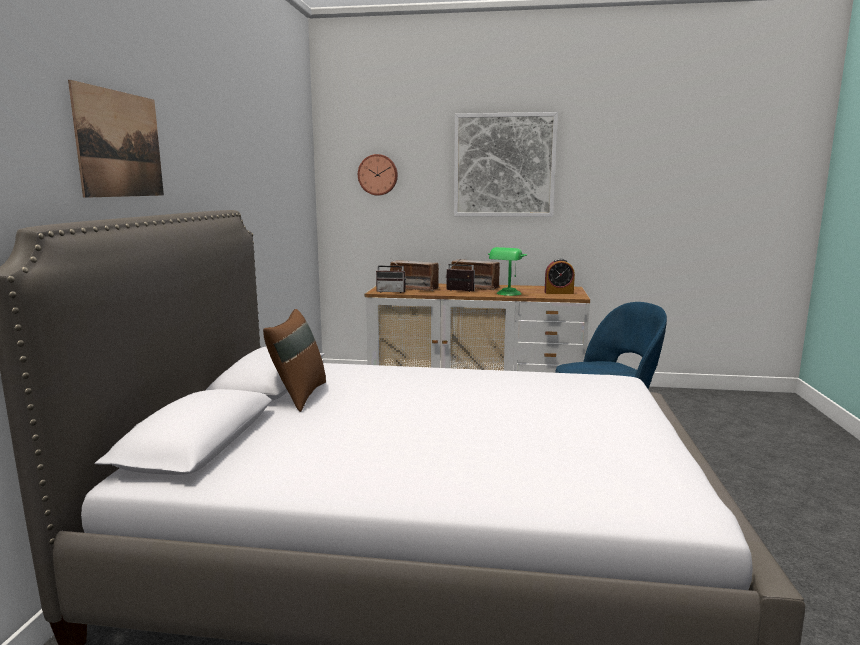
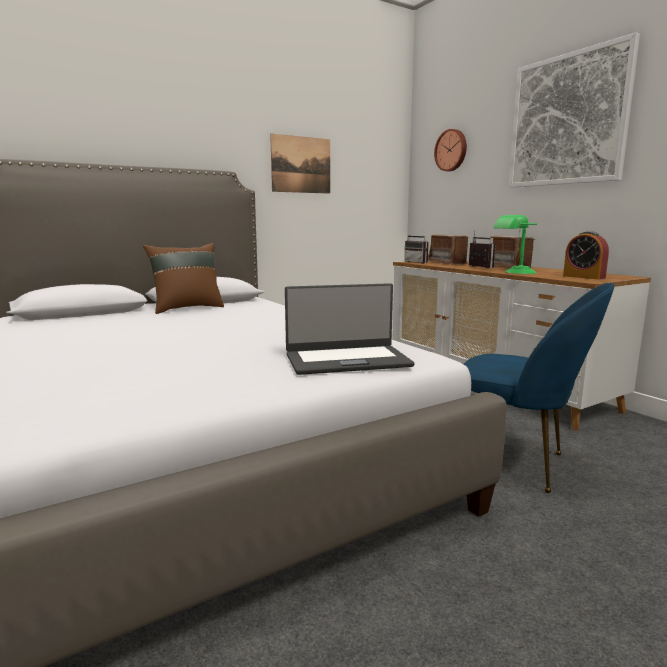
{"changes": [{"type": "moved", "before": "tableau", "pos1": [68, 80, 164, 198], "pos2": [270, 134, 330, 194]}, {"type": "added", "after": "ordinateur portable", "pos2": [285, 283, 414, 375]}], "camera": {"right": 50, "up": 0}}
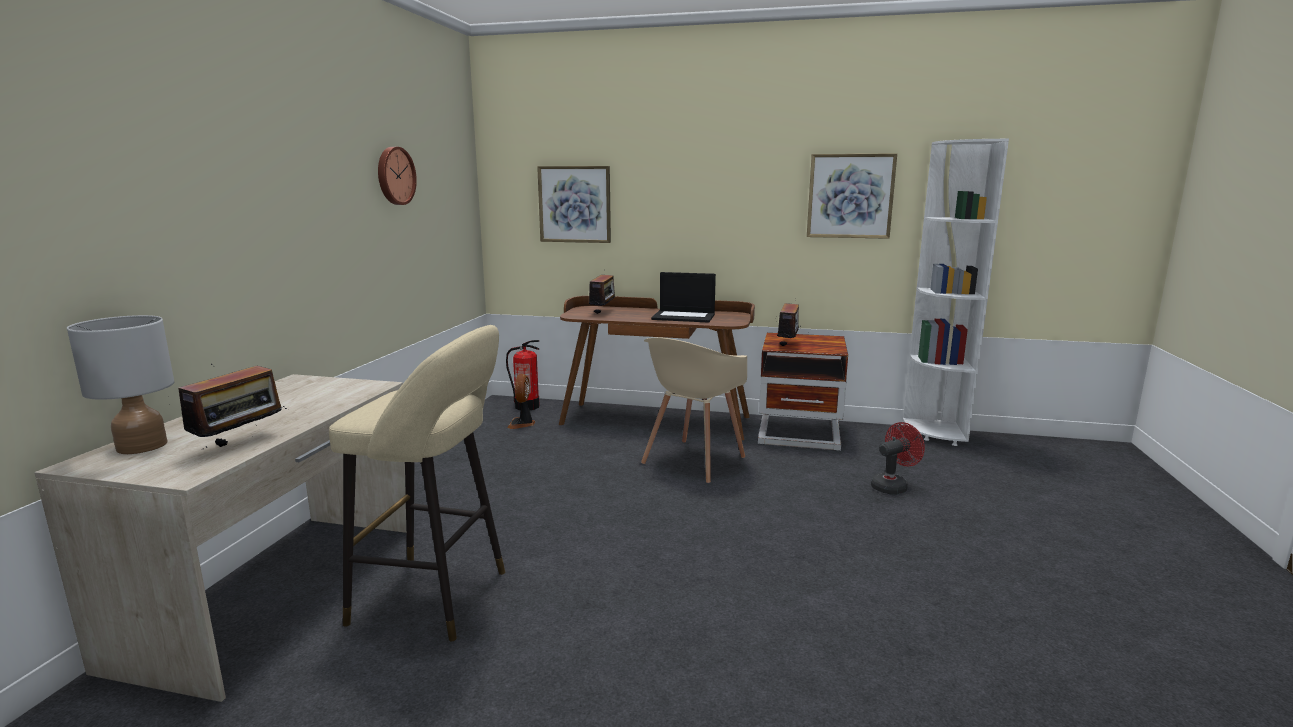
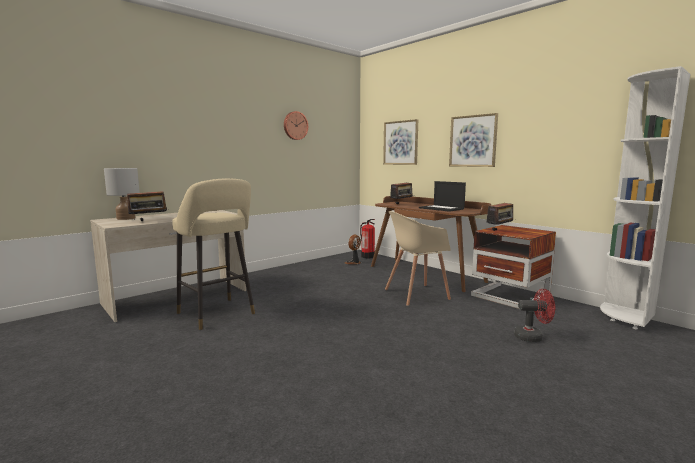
{"changes": [{"type": "moved", "before": "tableau", "pos1": [807, 153, 897, 239], "pos2": [449, 113, 498, 167]}], "camera": {"right": 35, "up": -5}}
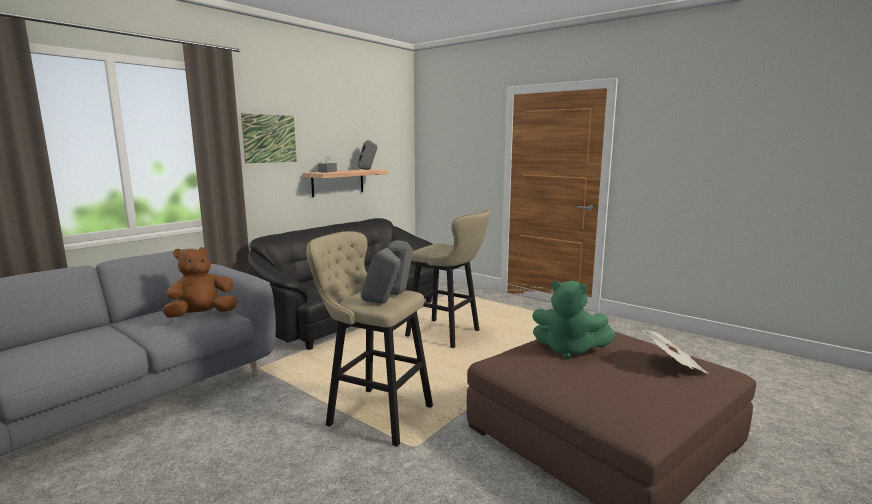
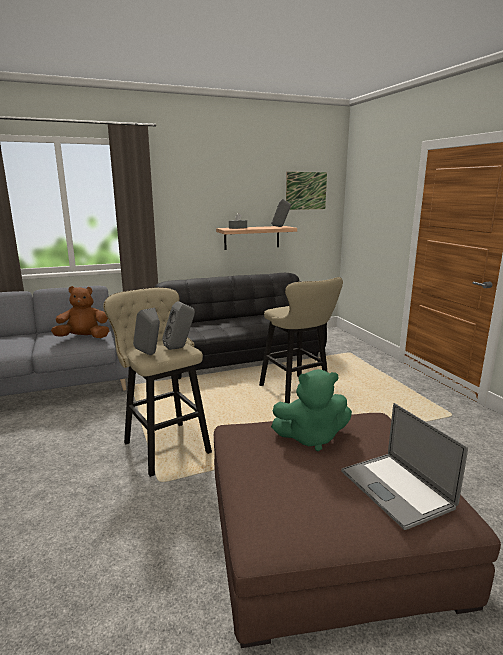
{"changes": [{"type": "moved", "before": "tableau", "pos1": [241, 113, 297, 163], "pos2": [286, 172, 327, 210]}, {"type": "turned", "before": "peluche (vert)", "pos1": [532, 281, 616, 359], "pos2": [271, 369, 352, 451], "turn": -60}, {"type": "replaced", "before": "journal", "after": "ordinateur portable", "pos1": [642, 330, 709, 374], "pos2": [341, 403, 468, 530]}], "camera": {"right": 30, "up": 5}}
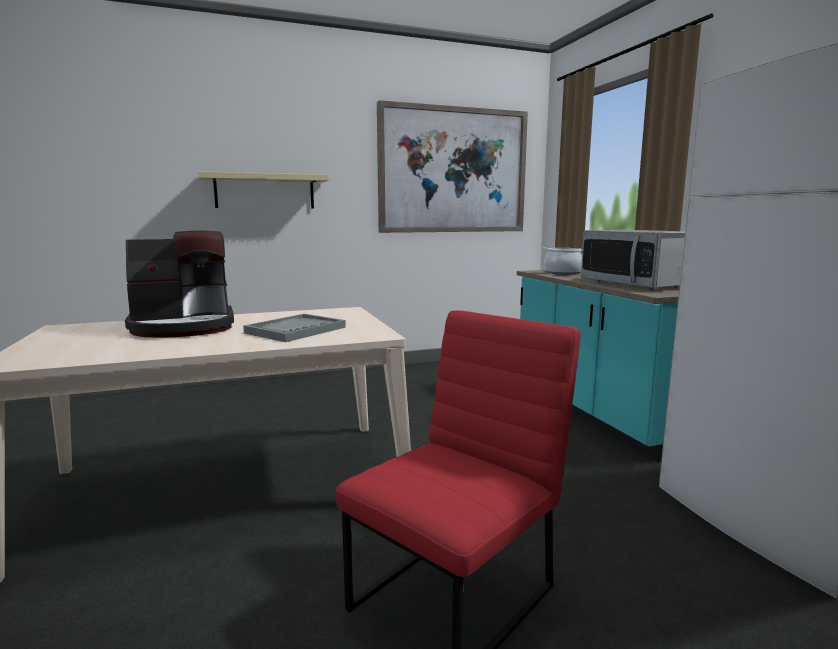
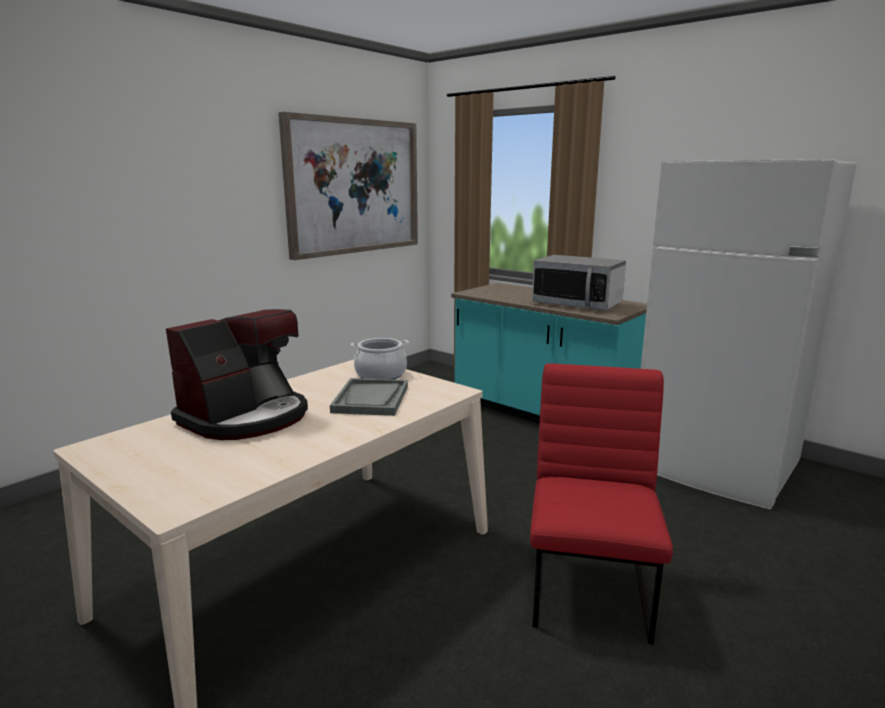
{"changes": [{"type": "removed", "before": "étagère (beige)", "pos1": [198, 171, 329, 208]}, {"type": "moved", "before": "marmite", "pos1": [543, 247, 583, 275], "pos2": [351, 338, 409, 380]}], "camera": {"right": -30, "up": 5}}
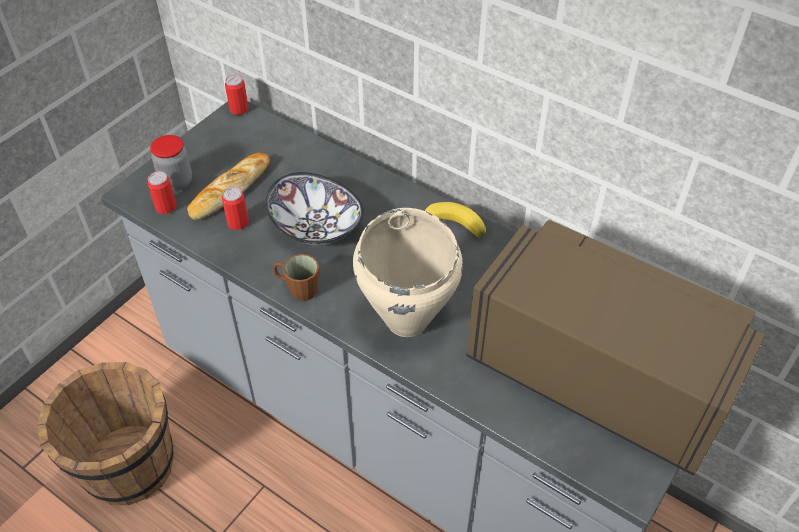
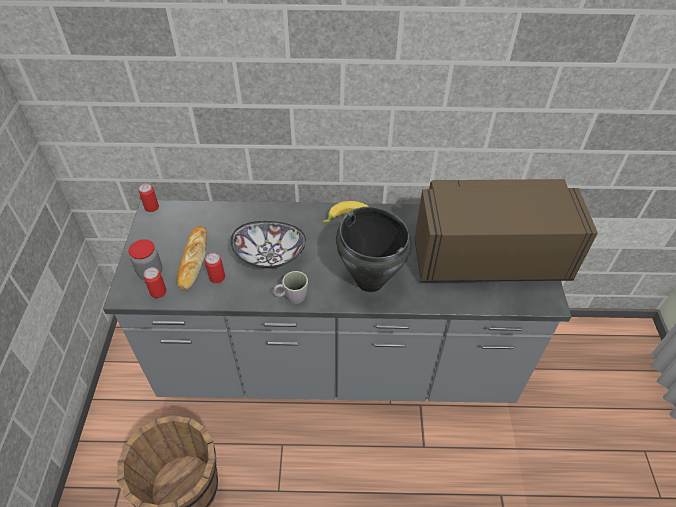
{"changes": [{"type": "recoloured", "before": "marmite (beige)", "after": "marmite (noir)", "pos1": [353, 208, 463, 337], "pos2": [336, 207, 412, 292]}, {"type": "recoloured", "before": "mug (marron)", "after": "mug (gris)", "pos1": [273, 254, 319, 301], "pos2": [274, 271, 308, 304]}], "camera": {"right": -35, "up": 0}}
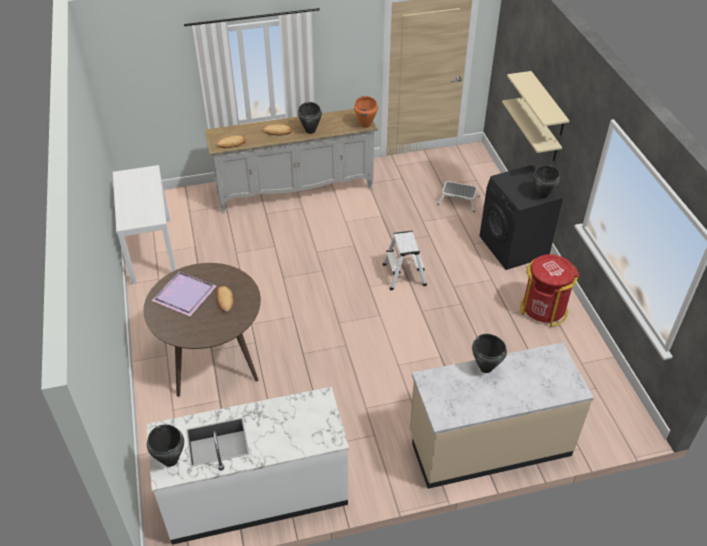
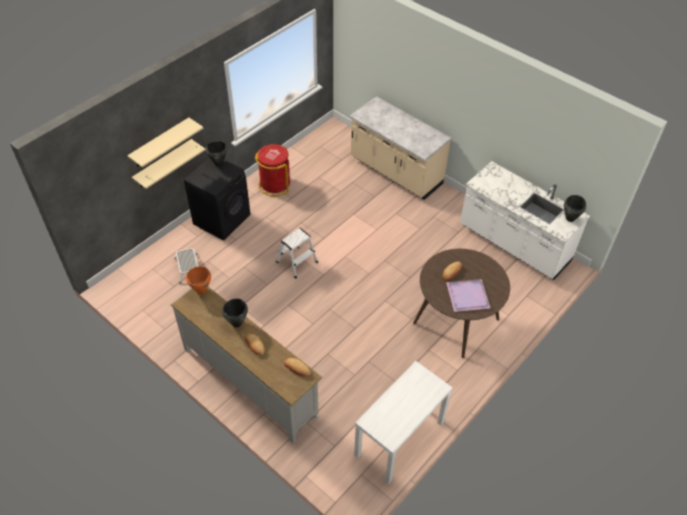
{"changes": [{"type": "removed", "before": "marmite (noir)", "pos1": [472, 334, 507, 373]}], "camera": {"right": -125, "up": 5}}
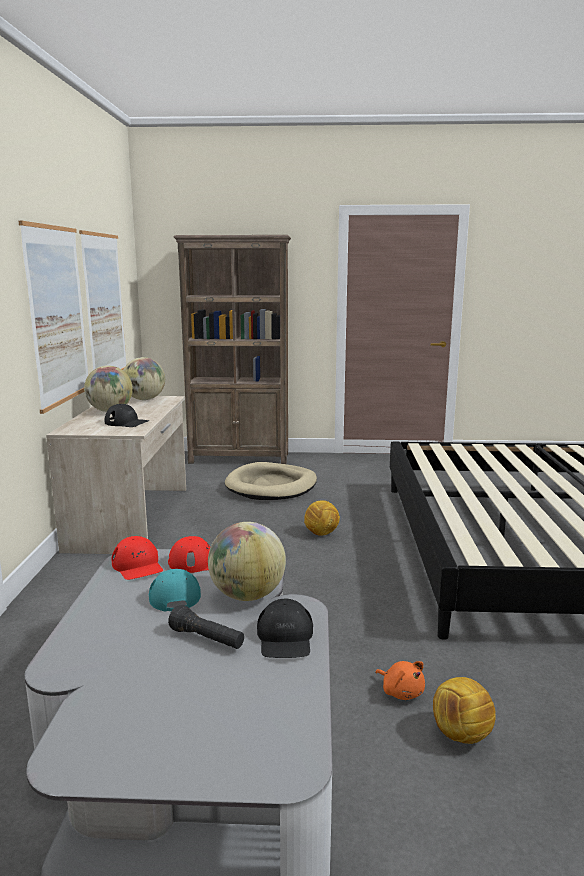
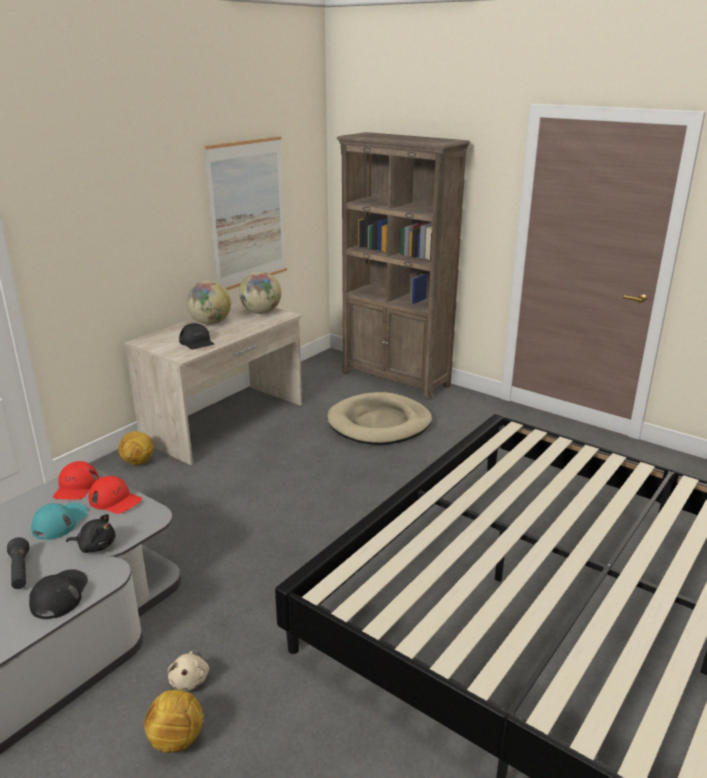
{"changes": [{"type": "removed", "before": "tableau", "pos1": [18, 221, 88, 414]}, {"type": "moved", "before": "ballon de foot", "pos1": [304, 500, 340, 536], "pos2": [119, 431, 154, 465]}, {"type": "replaced", "before": "globe", "after": "peluche (noir)", "pos1": [208, 522, 286, 601], "pos2": [66, 514, 115, 553]}, {"type": "turned", "before": "casquette (noir)", "pos1": [257, 599, 313, 658], "pos2": [29, 569, 88, 619], "turn": 150}, {"type": "recoloured", "before": "peluche (orange)", "after": "peluche (beige)", "pos1": [375, 661, 425, 700], "pos2": [168, 651, 209, 690]}], "camera": {"right": 35, "up": 10}}
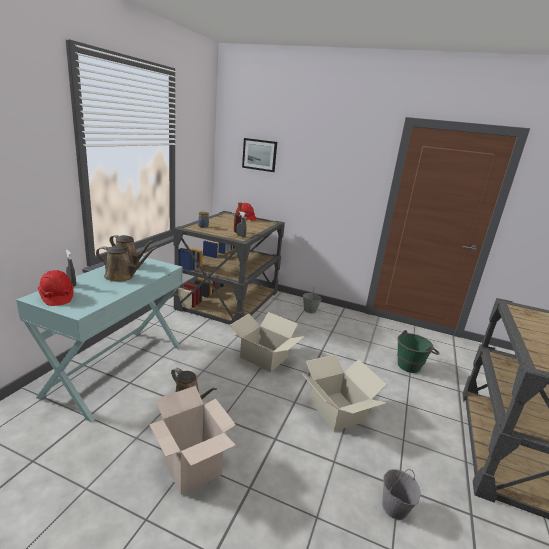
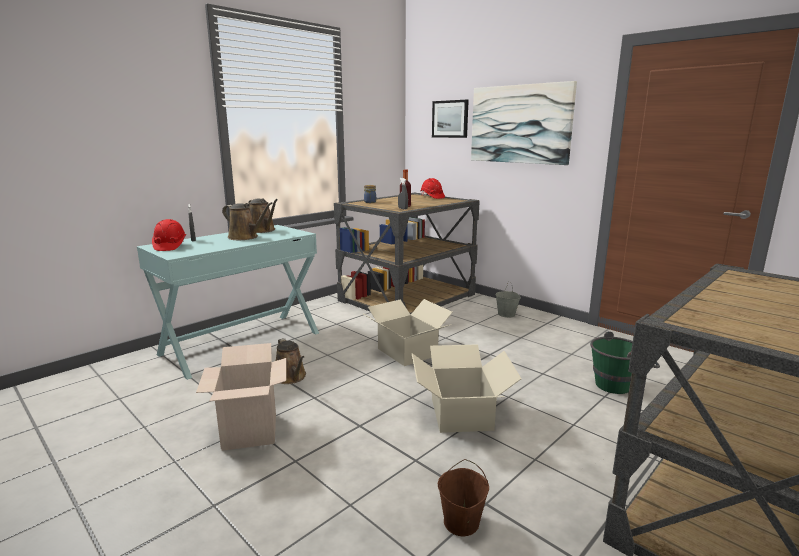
{"changes": [{"type": "recoloured", "before": "seau (gris)", "after": "seau (marron)", "pos1": [382, 469, 421, 520], "pos2": [437, 459, 489, 537]}, {"type": "added", "after": "tableau", "pos2": [471, 81, 577, 165]}], "camera": {"right": 25, "up": -5}}
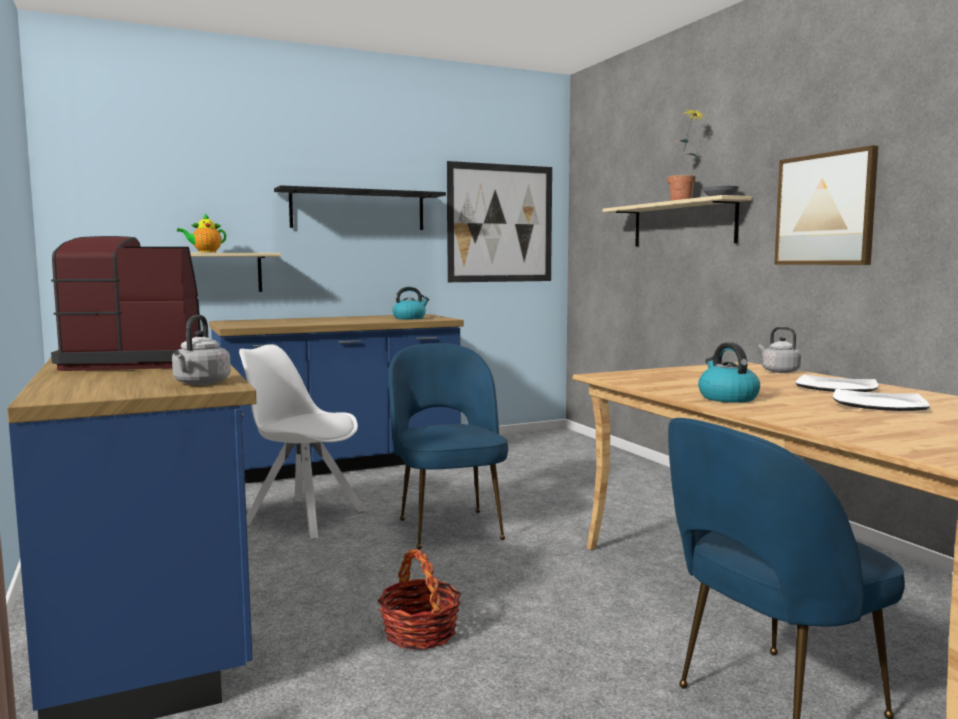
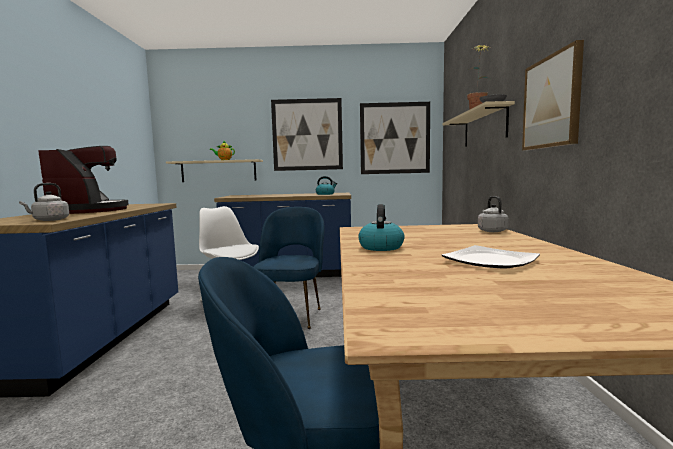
{"changes": [{"type": "replaced", "before": "étagère (noir)", "after": "tableau", "pos1": [274, 185, 446, 230], "pos2": [271, 98, 343, 171]}, {"type": "turned", "before": "machine à café", "pos1": [51, 236, 201, 371], "pos2": [38, 146, 129, 214], "turn": 60}, {"type": "removed", "before": "assiette", "pos1": [795, 374, 878, 392]}, {"type": "removed", "before": "panier", "pos1": [378, 549, 461, 650]}], "camera": {"right": 25, "up": 0}}
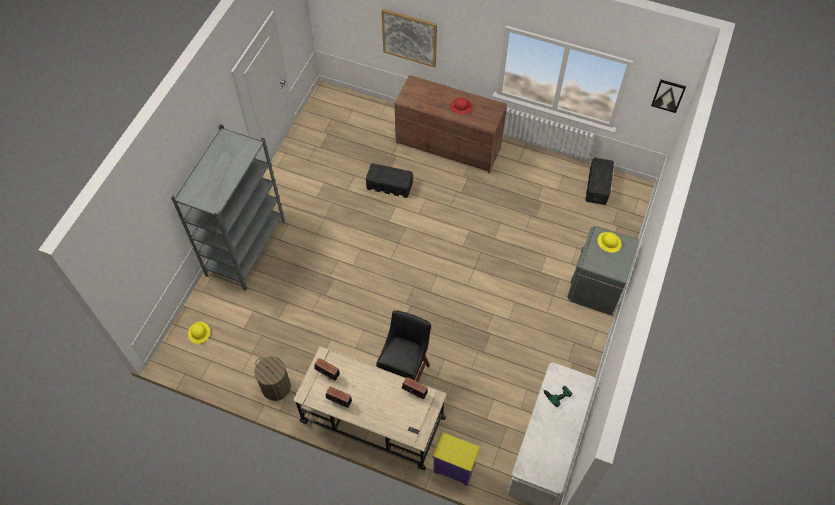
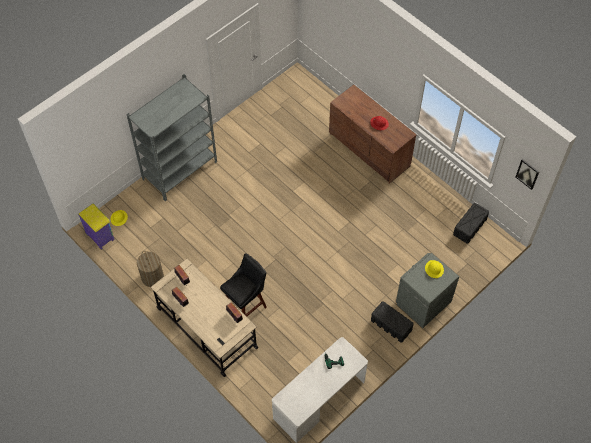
{"changes": [{"type": "removed", "before": "tableau", "pos1": [381, 9, 437, 67]}, {"type": "moved", "before": "boîte de rangement (noir)", "pos1": [366, 163, 413, 198], "pos2": [371, 301, 414, 342]}, {"type": "moved", "before": "table de chevet", "pos1": [432, 432, 480, 486], "pos2": [78, 203, 114, 250]}], "camera": {"right": 25, "up": 0}}
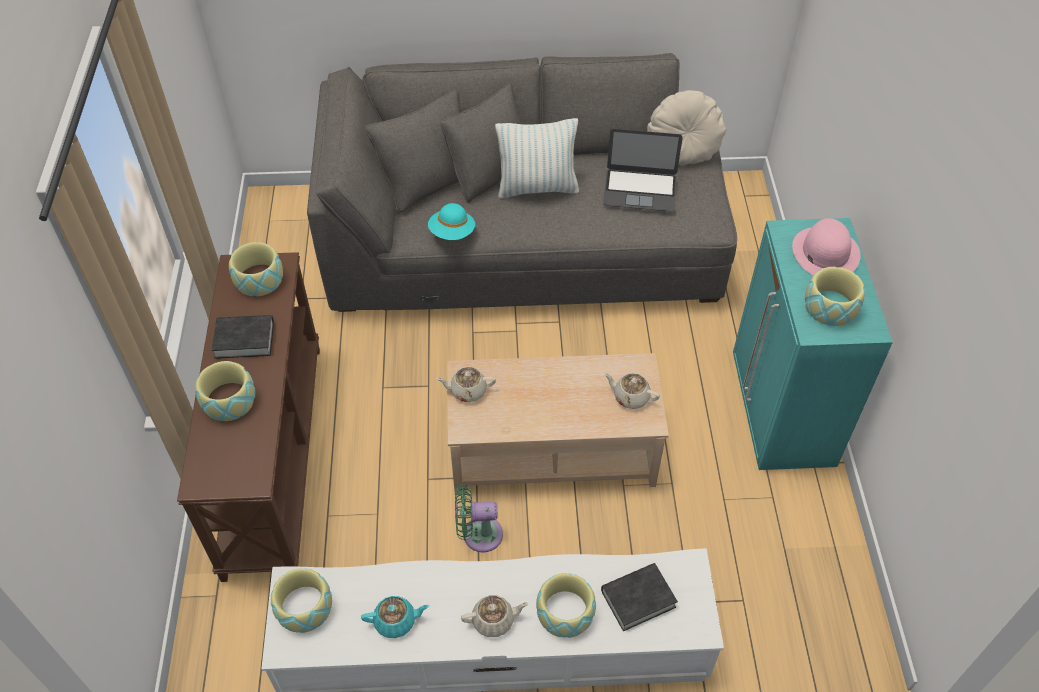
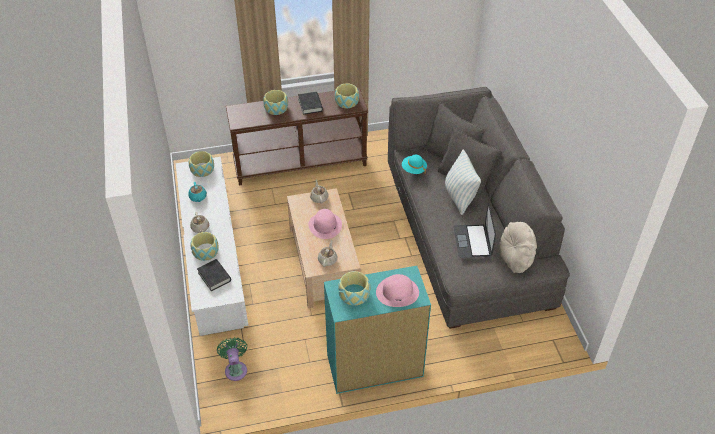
{"changes": [{"type": "moved", "before": "ventilateur (vert)", "pos1": [455, 485, 503, 553], "pos2": [217, 337, 247, 381]}, {"type": "added", "after": "chapeau (rose)", "pos2": [308, 209, 342, 239]}], "camera": {"right": 80, "up": -5}}
